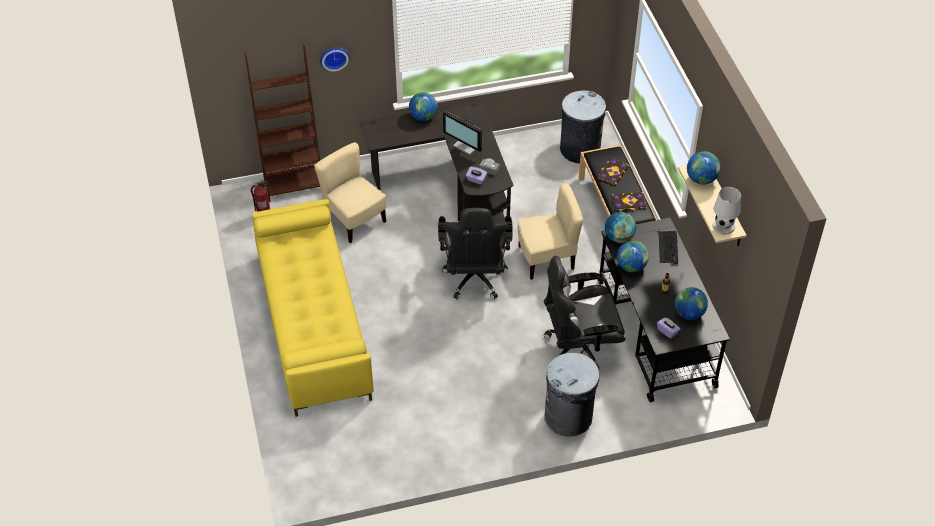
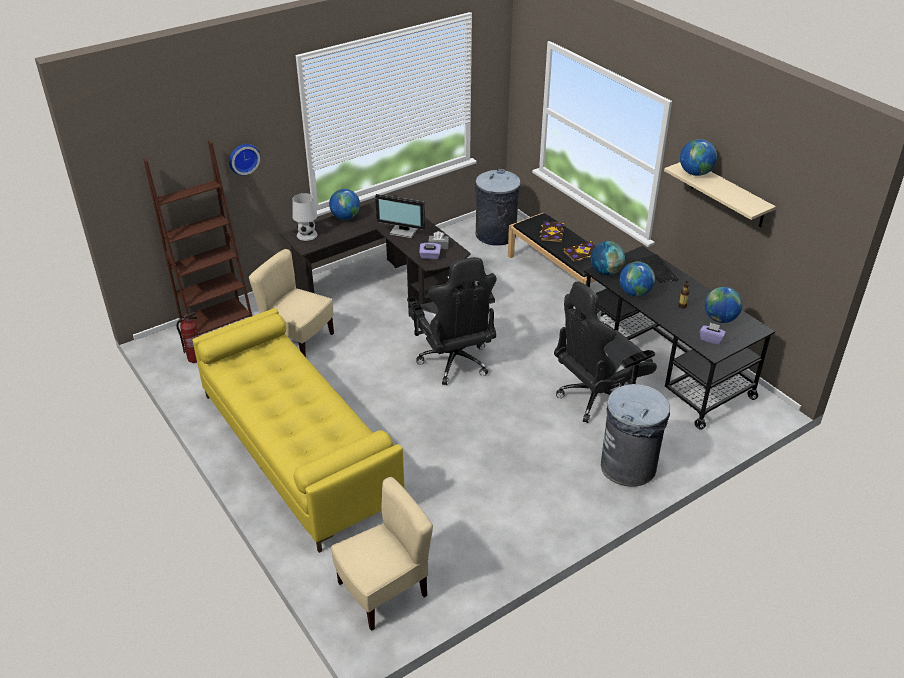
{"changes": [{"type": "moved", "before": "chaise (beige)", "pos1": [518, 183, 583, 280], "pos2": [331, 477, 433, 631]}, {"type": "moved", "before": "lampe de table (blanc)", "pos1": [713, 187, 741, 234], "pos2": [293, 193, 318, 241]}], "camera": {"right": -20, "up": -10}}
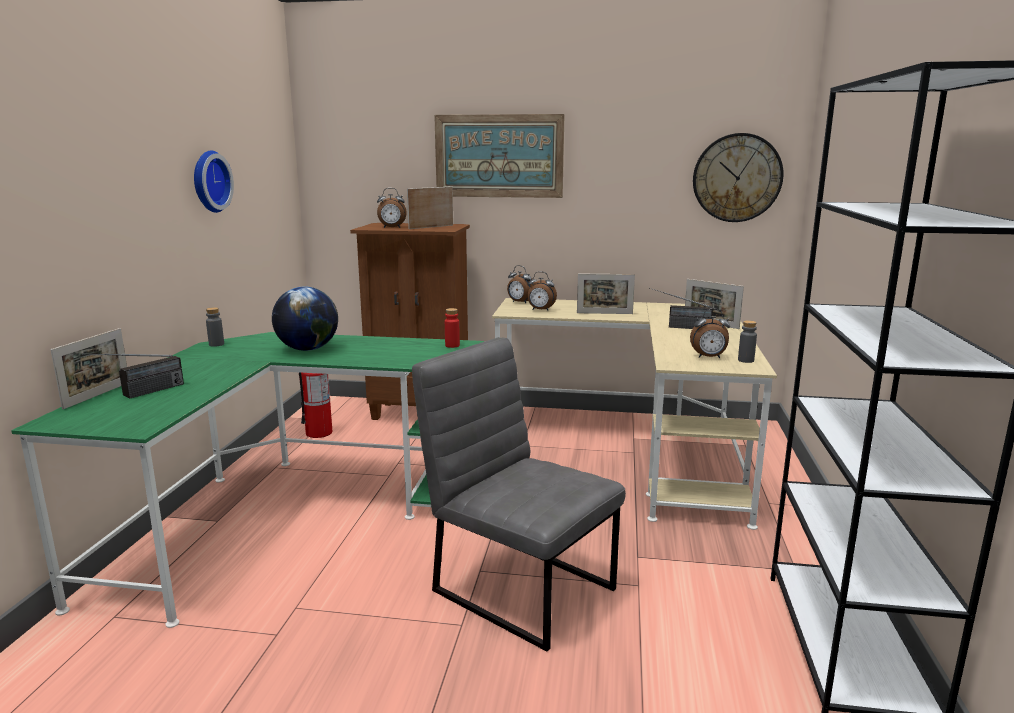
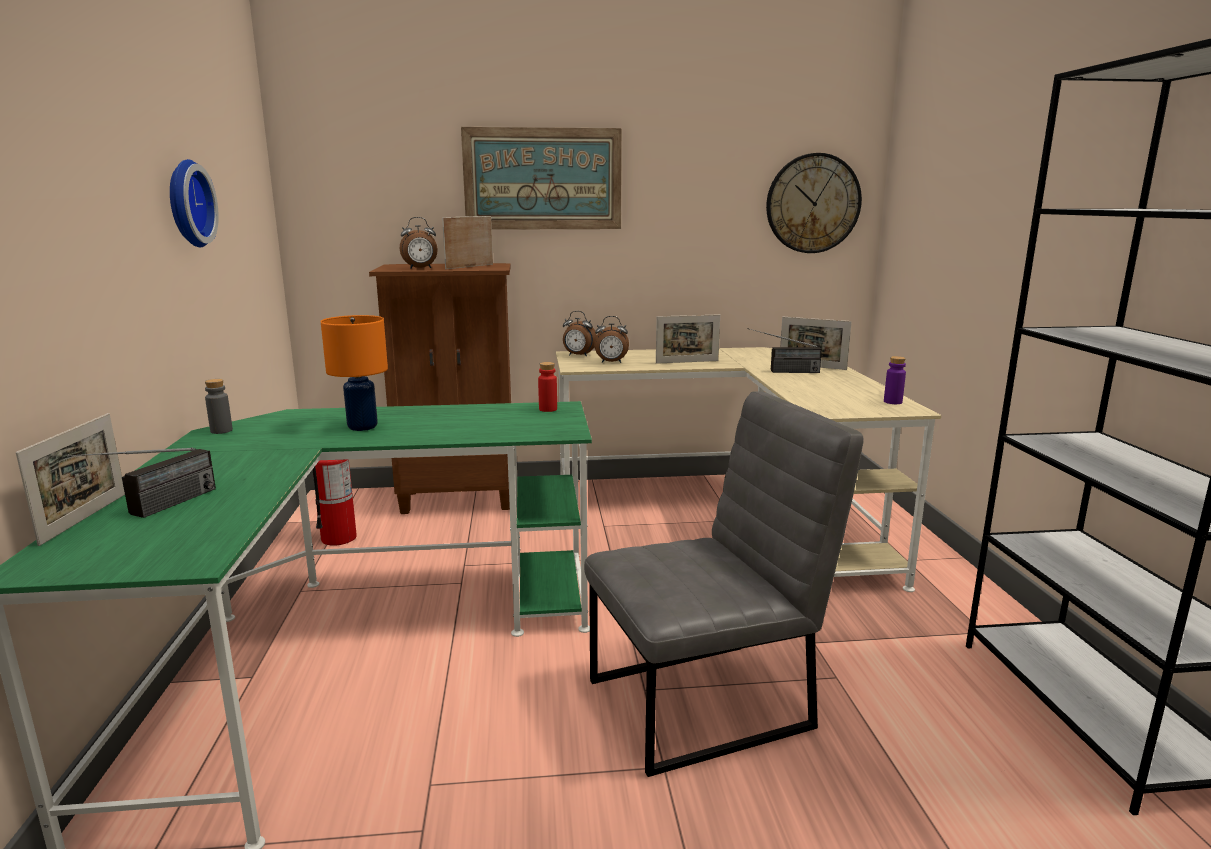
{"changes": [{"type": "replaced", "before": "globe", "after": "lampe de table (orange)", "pos1": [272, 286, 338, 351], "pos2": [321, 315, 388, 431]}, {"type": "removed", "before": "réveil", "pos1": [690, 309, 730, 358]}, {"type": "recoloured", "before": "bouteille (gris)", "after": "bouteille (violet)", "pos1": [738, 320, 757, 363], "pos2": [884, 356, 906, 404]}, {"type": "turned", "before": "chaise (gris)", "pos1": [412, 337, 626, 651], "pos2": [584, 392, 864, 777], "turn": 135}], "camera": {"right": -15, "up": 0}}
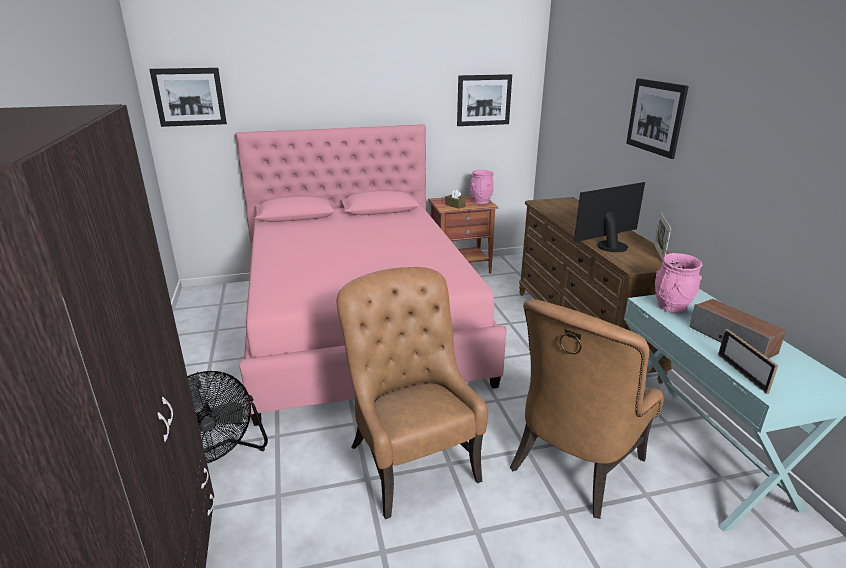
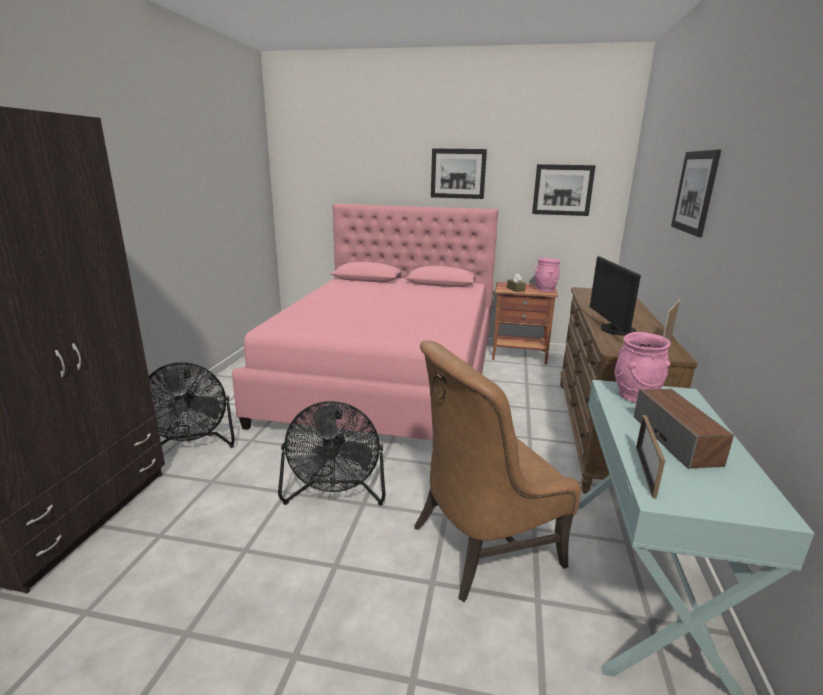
{"changes": [{"type": "moved", "before": "tableau", "pos1": [149, 68, 227, 127], "pos2": [431, 148, 487, 199]}, {"type": "turned", "before": "écran d'ordinateur", "pos1": [574, 182, 645, 252], "pos2": [590, 256, 641, 335], "turn": -90}, {"type": "replaced", "before": "chaise (marron)", "after": "ventilateur (noir)", "pos1": [337, 267, 488, 519], "pos2": [278, 401, 385, 506]}], "camera": {"right": 25, "up": -5}}
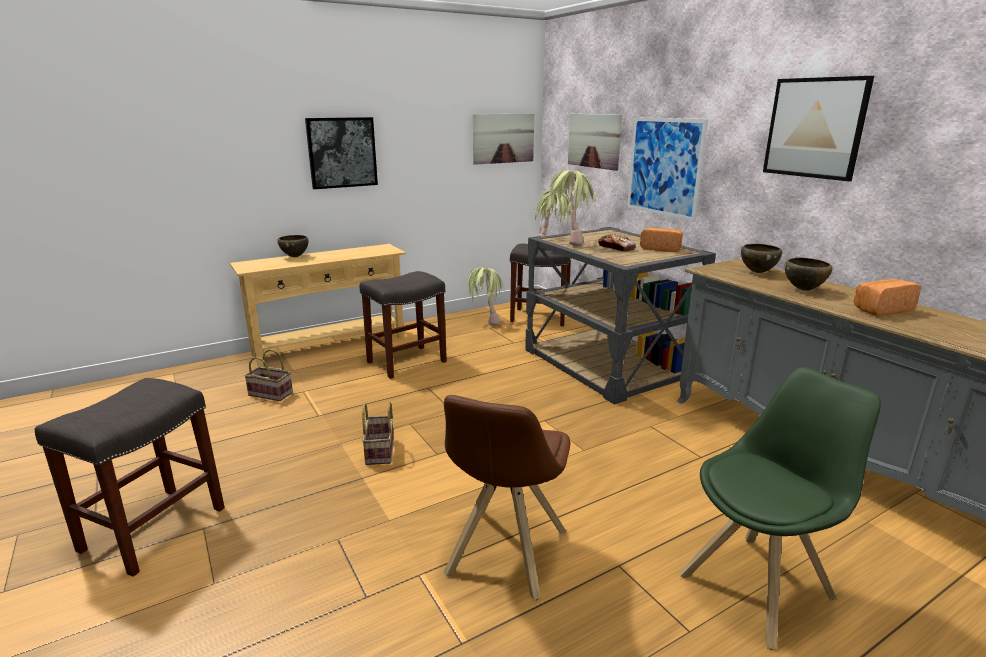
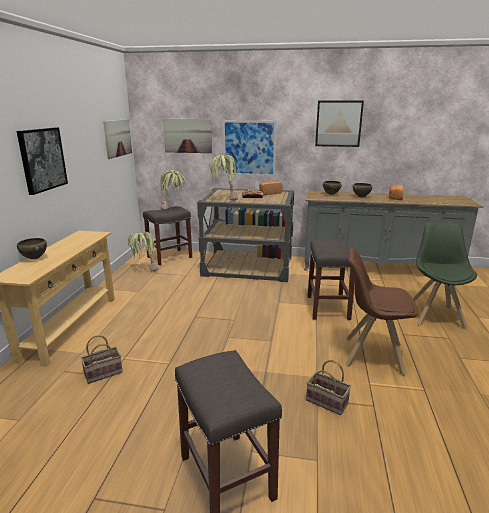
{"changes": [{"type": "moved", "before": "tabouret (gris)", "pos1": [360, 271, 447, 379], "pos2": [307, 240, 355, 320]}, {"type": "turned", "before": "chaise (marron)", "pos1": [444, 395, 570, 601], "pos2": [345, 248, 418, 376], "turn": 135}, {"type": "moved", "before": "panier", "pos1": [362, 402, 394, 465], "pos2": [306, 360, 351, 415]}], "camera": {"right": -50, "up": 0}}
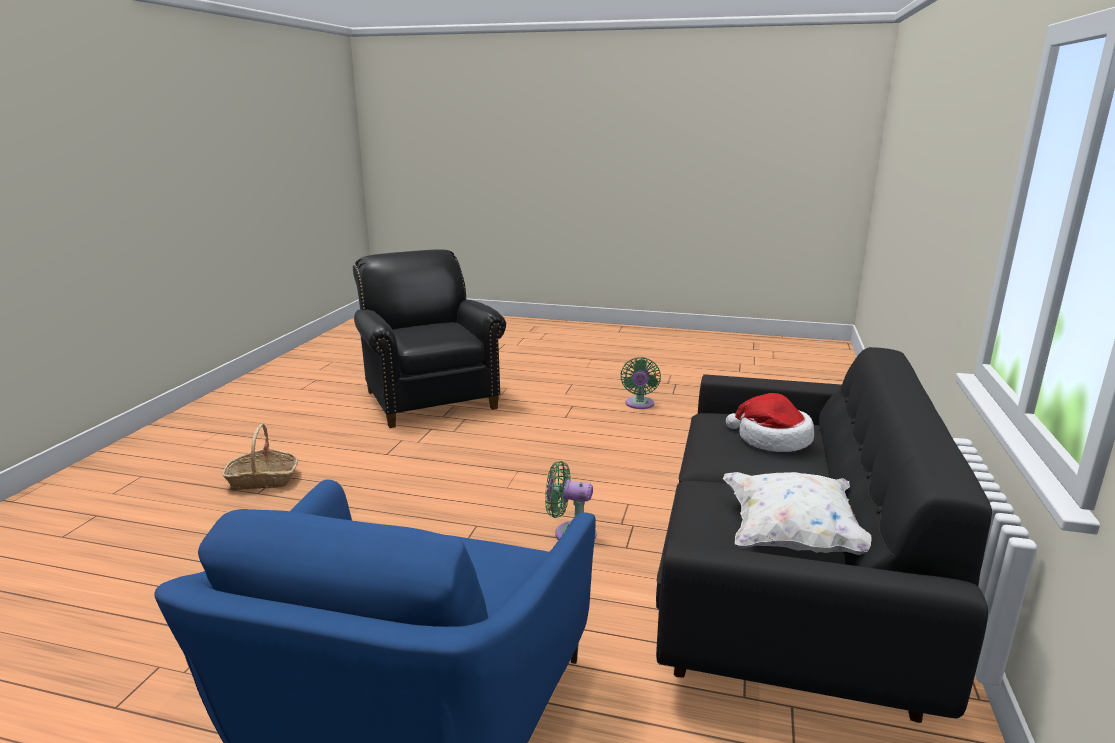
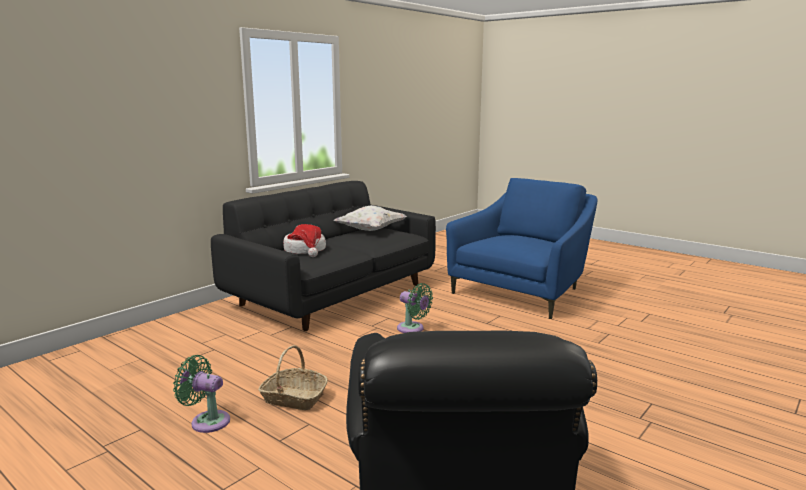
{"changes": [{"type": "turned", "before": "ventilateur (vert)", "pos1": [621, 357, 661, 409], "pos2": [173, 355, 230, 433], "turn": -105}, {"type": "moved", "before": "panier", "pos1": [222, 423, 298, 490], "pos2": [258, 345, 328, 410]}], "camera": {"right": -155, "up": -5}}
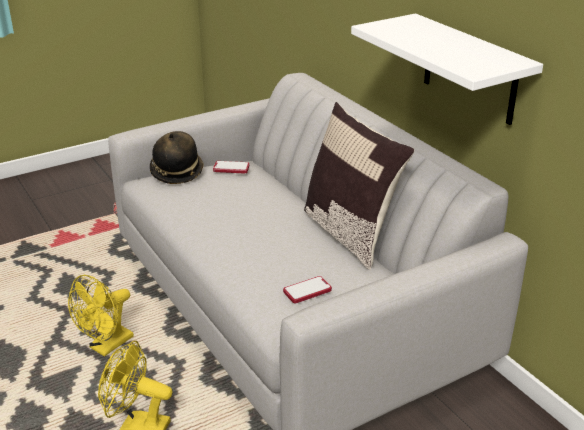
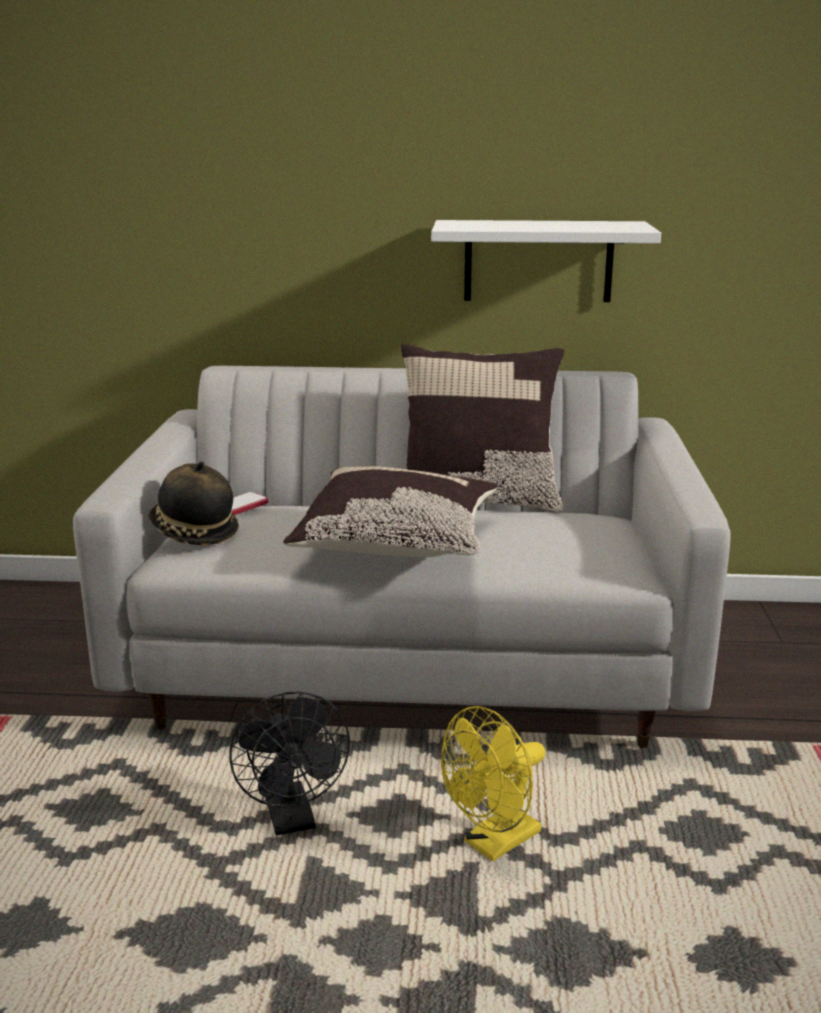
{"changes": [{"type": "recoloured", "before": "ventilateur (jaune)", "after": "ventilateur (noir)", "pos1": [68, 275, 134, 357], "pos2": [229, 692, 350, 836]}, {"type": "removed", "before": "téléphone", "pos1": [283, 276, 332, 303]}, {"type": "added", "after": "coussin", "pos2": [283, 466, 498, 557]}], "camera": {"right": -55, "up": -10}}
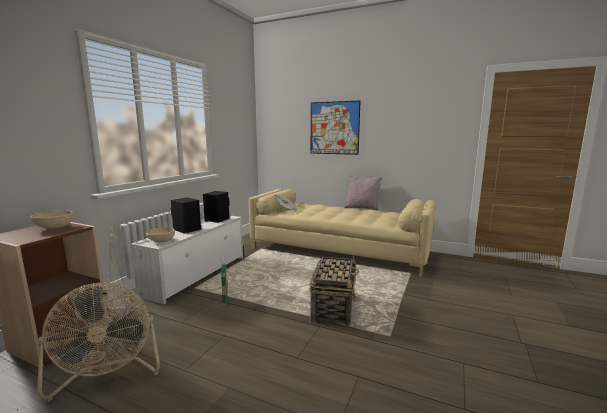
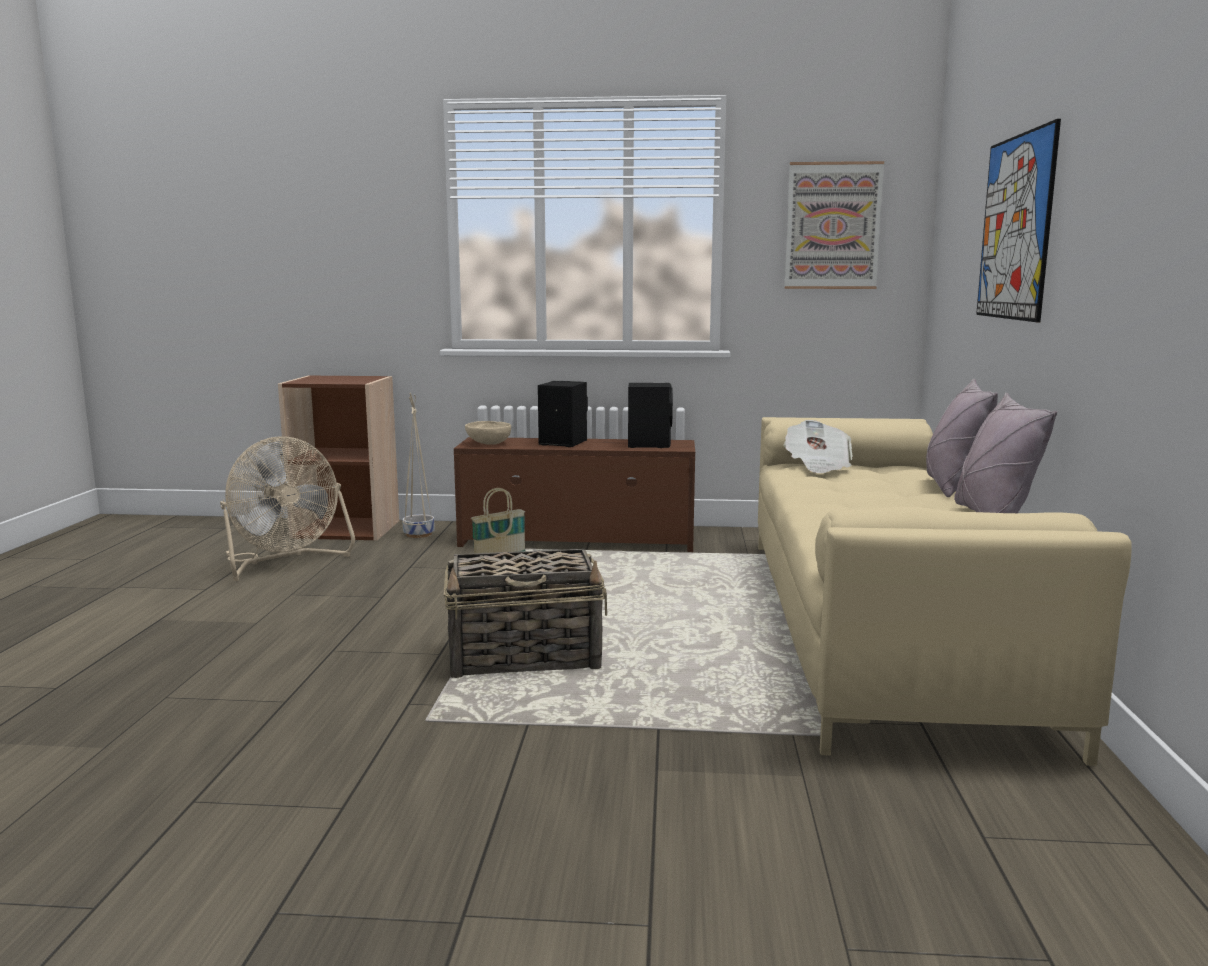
{"changes": [{"type": "removed", "before": "bol (beige)", "pos1": [30, 210, 73, 229]}, {"type": "recoloured", "before": "meuble télé (blanc)", "after": "meuble télé (marron)", "pos1": [131, 215, 243, 305], "pos2": [454, 437, 695, 552]}, {"type": "turned", "before": "ventilateur (beige)", "pos1": [37, 283, 160, 403], "pos2": [220, 436, 355, 581], "turn": -90}, {"type": "added", "after": "tableau", "pos2": [784, 161, 884, 289]}, {"type": "added", "after": "coussin (violet)", "pos2": [926, 379, 998, 497]}], "camera": {"right": 70, "up": 0}}
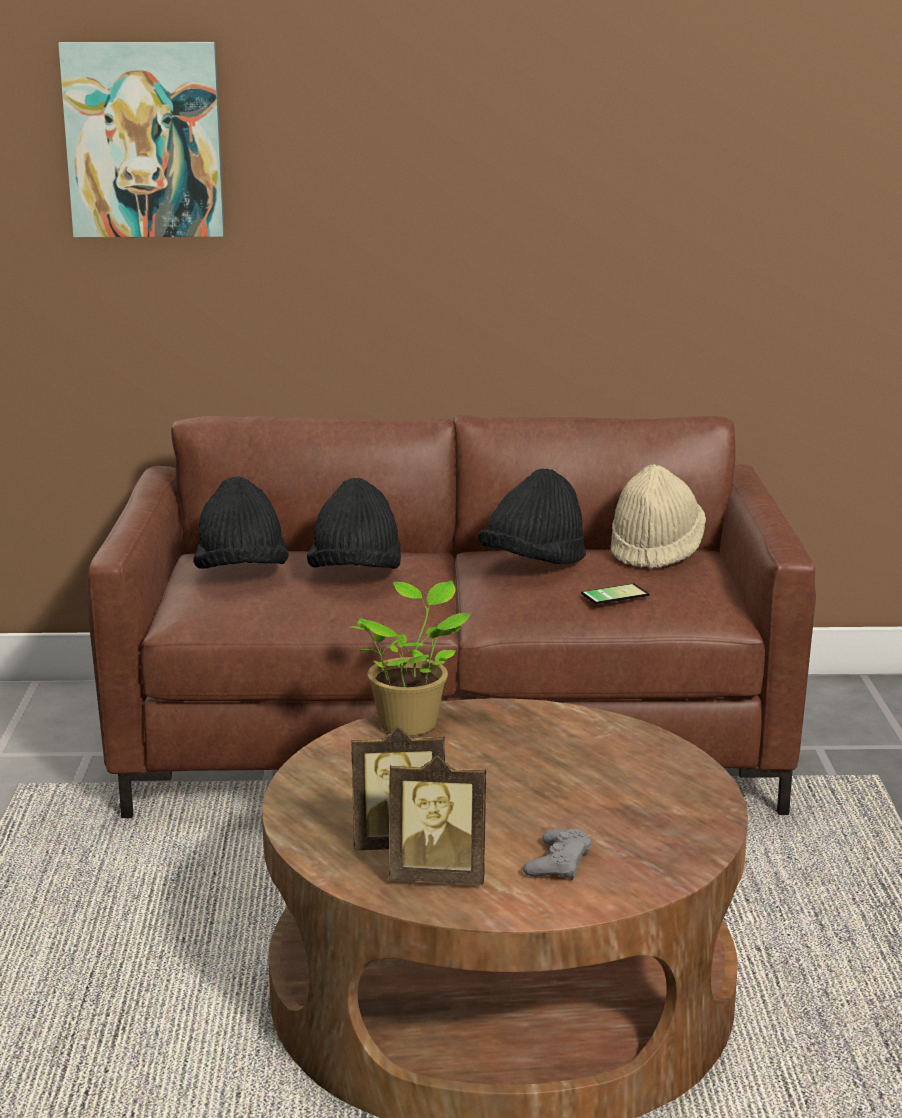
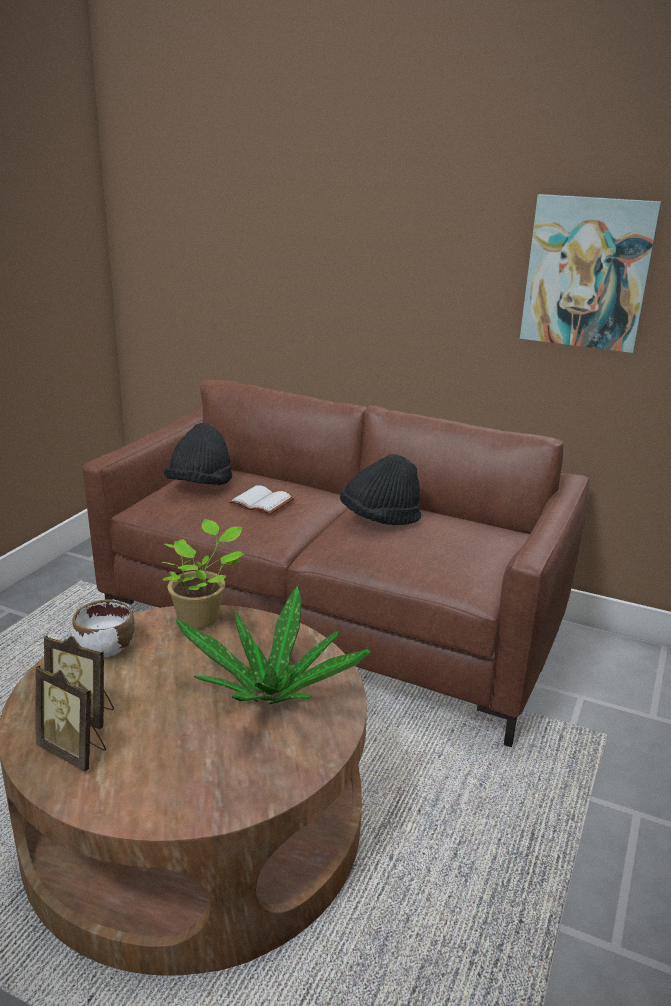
{"changes": [{"type": "moved", "before": "tableau", "pos1": [58, 42, 224, 237], "pos2": [520, 194, 661, 353]}, {"type": "removed", "before": "chapeau (beige)", "pos1": [611, 464, 706, 570]}, {"type": "replaced", "before": "chapeau (noir)", "after": "livre (blanc)", "pos1": [307, 478, 401, 569], "pos2": [229, 485, 294, 514]}, {"type": "removed", "before": "téléphone", "pos1": [581, 584, 649, 604]}, {"type": "removed", "before": "manette (gris)", "pos1": [523, 829, 592, 880]}, {"type": "added", "after": "plante en pot", "pos2": [176, 586, 370, 704]}, {"type": "added", "after": "bol (blanc)", "pos2": [72, 599, 135, 657]}], "camera": {"right": 25, "up": 5}}
